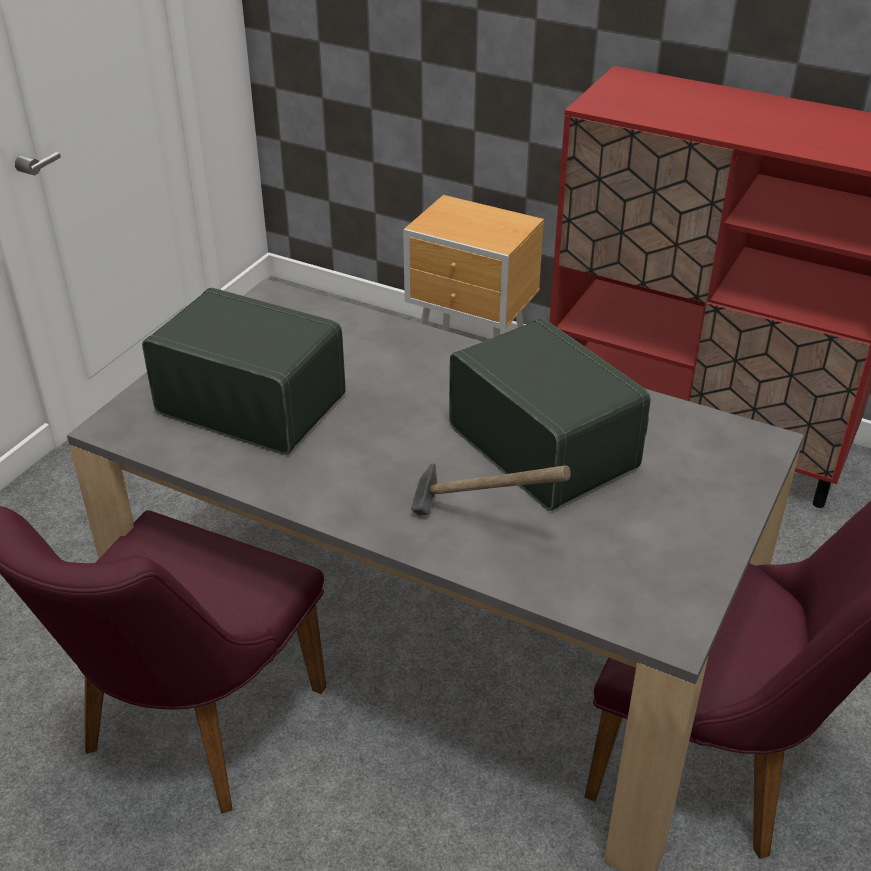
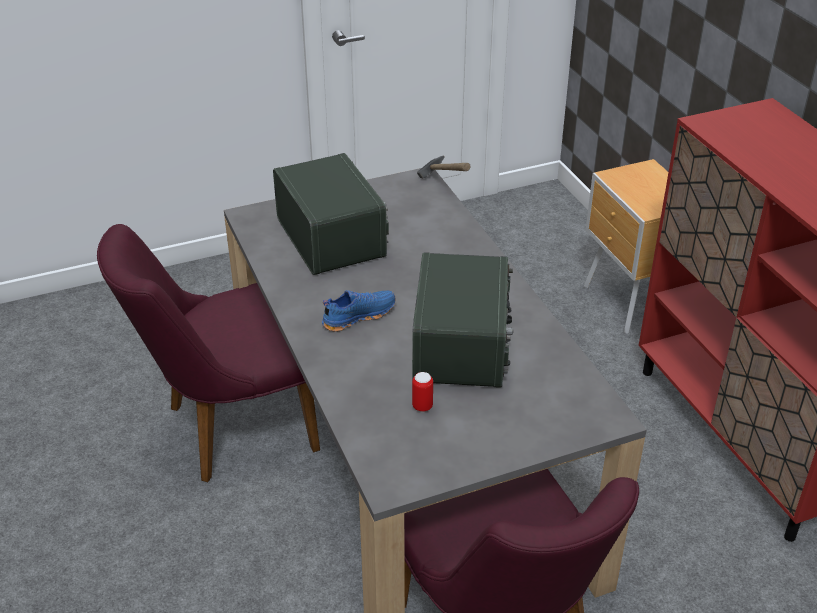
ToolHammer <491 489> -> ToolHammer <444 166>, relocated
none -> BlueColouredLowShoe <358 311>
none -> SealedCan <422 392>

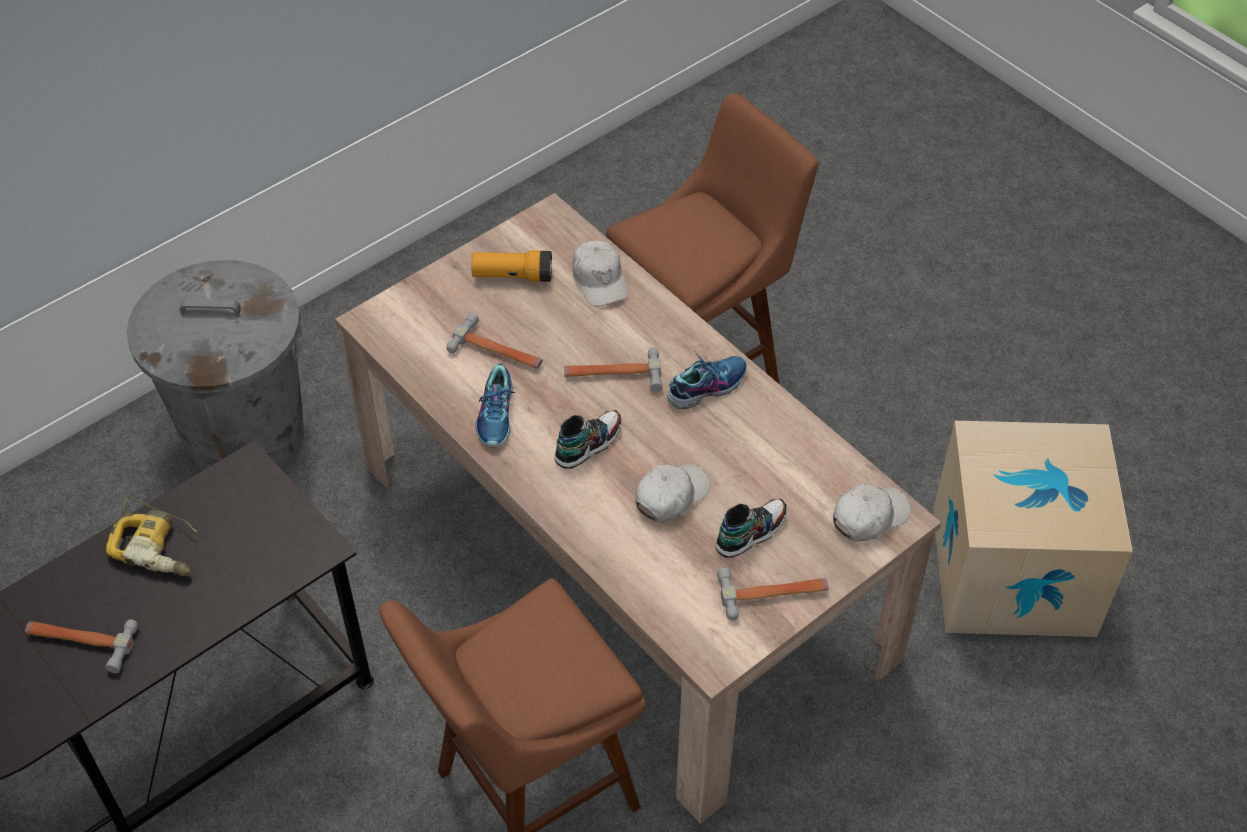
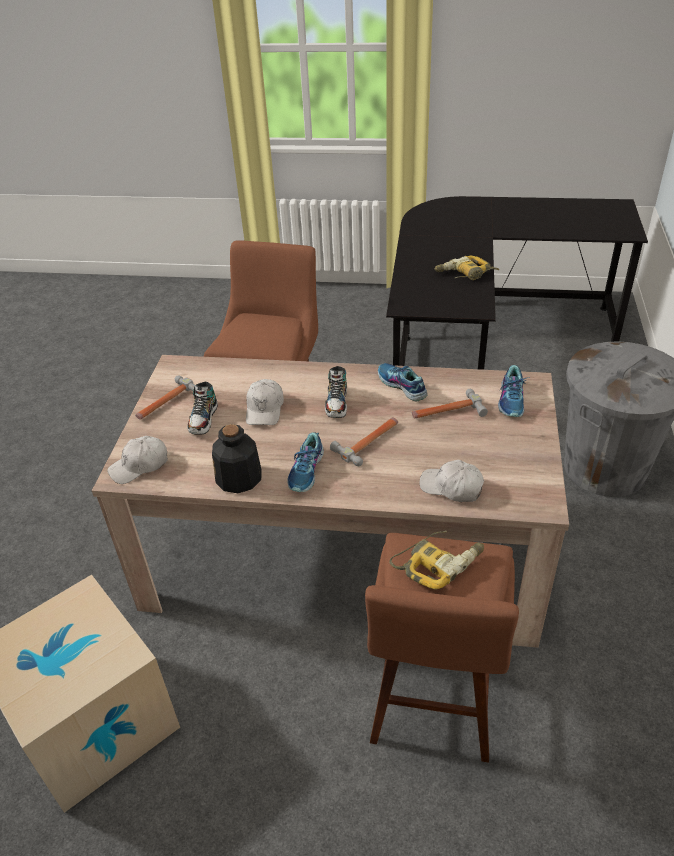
ToolHammer <81 646> -> none
Torch <511 266> -> none
WhiteColouredCap <872 513> -> WhiteColouredCap <137 460>, 45 degrees clockwise
none -> BeverageBottle <237 458>
none -> ElectricDrill <436 560>
none -> LowShoe <514 391>

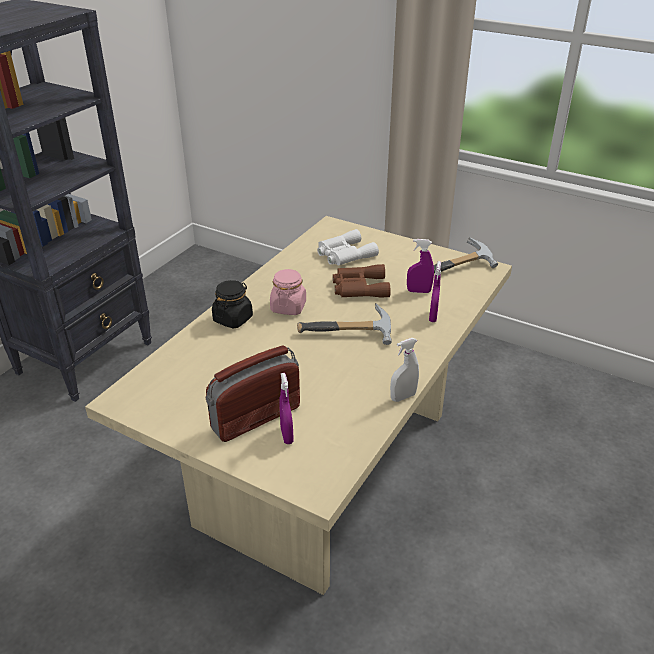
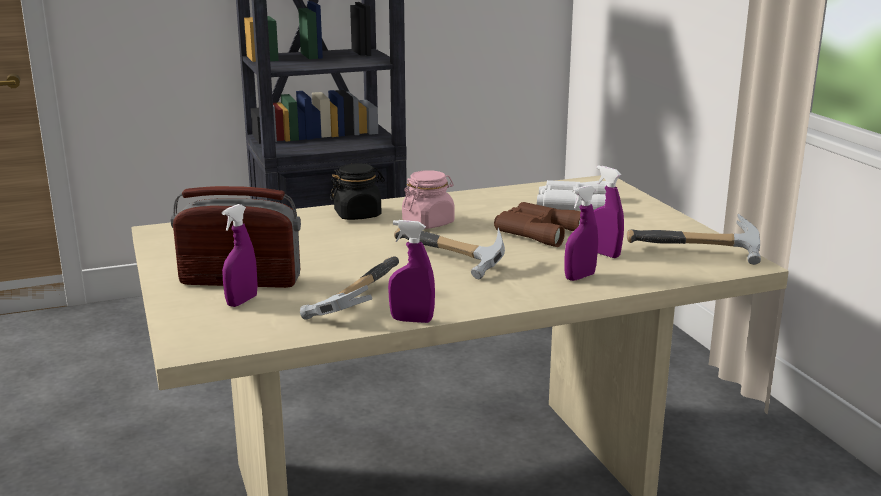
WhiteColouredSprayer <404 370> -> PurpleSprayer <411 271>
none -> ToolHammer <349 288>

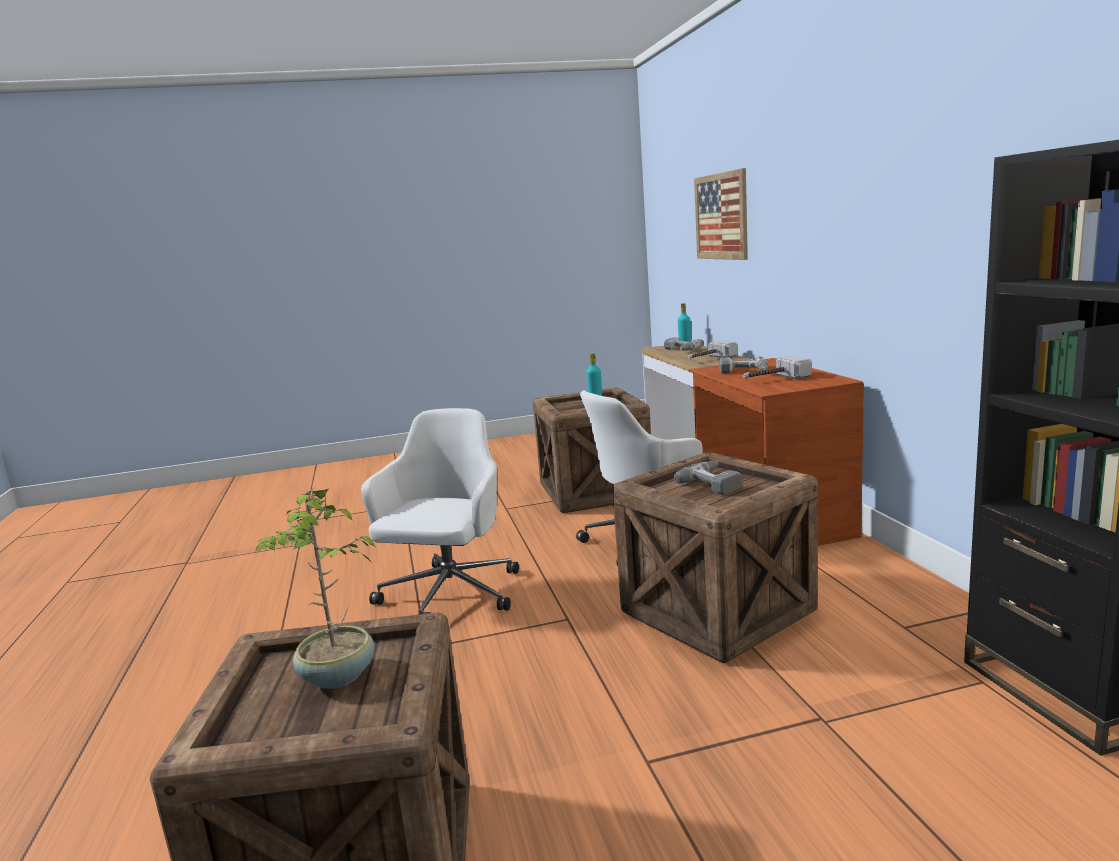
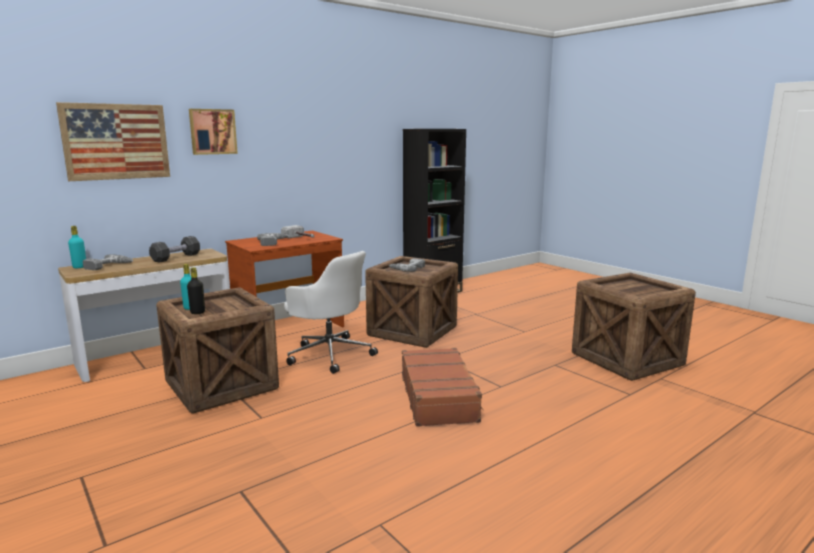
PottedPlant <315 588> -> none
WhiteColouredOfficeChair <440 511> -> BrownishPieceOfLuggage <442 387>
ToolHammer <713 349> -> BlackishFreeWeight <174 249>
none -> BlackishBeverageBottle <196 290>
none -> Picture <213 132>

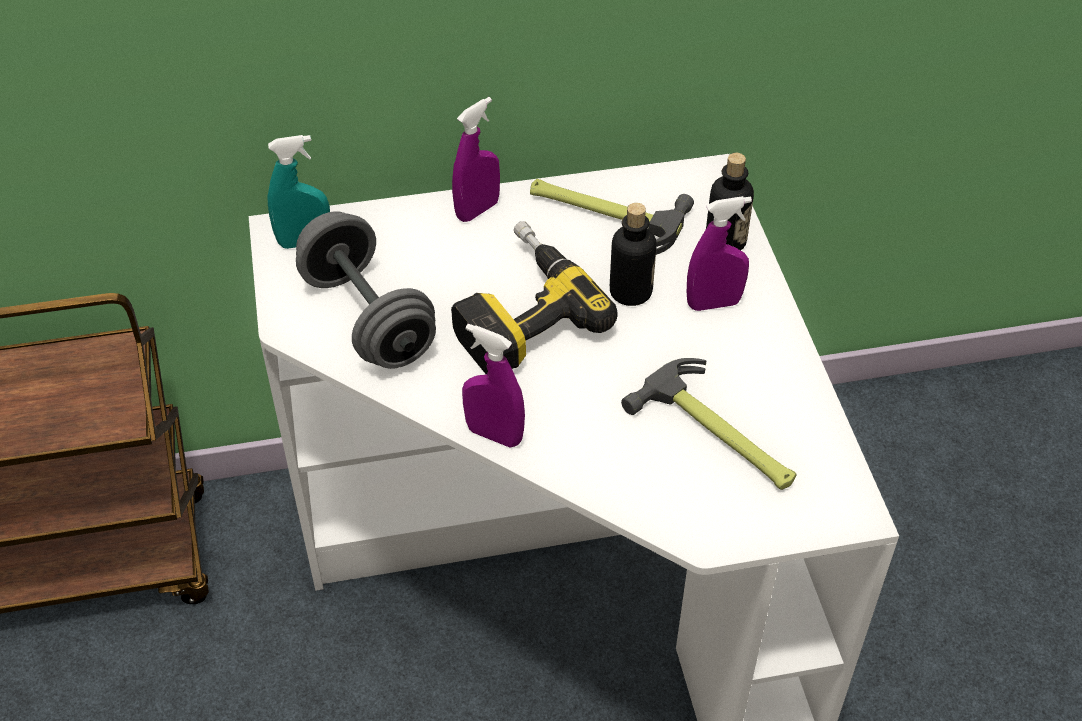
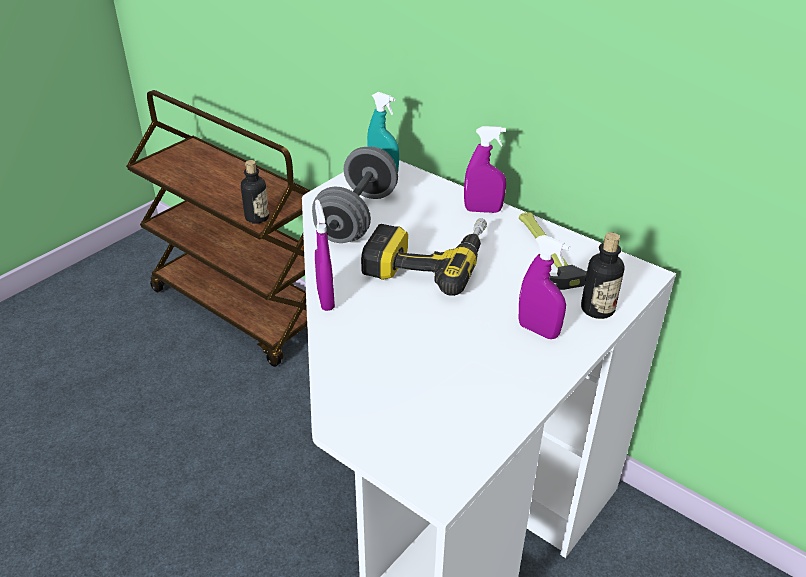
BeverageBottle <633 254> -> BeverageBottle <255 192>, relocated
ToolHammer <709 424> -> none

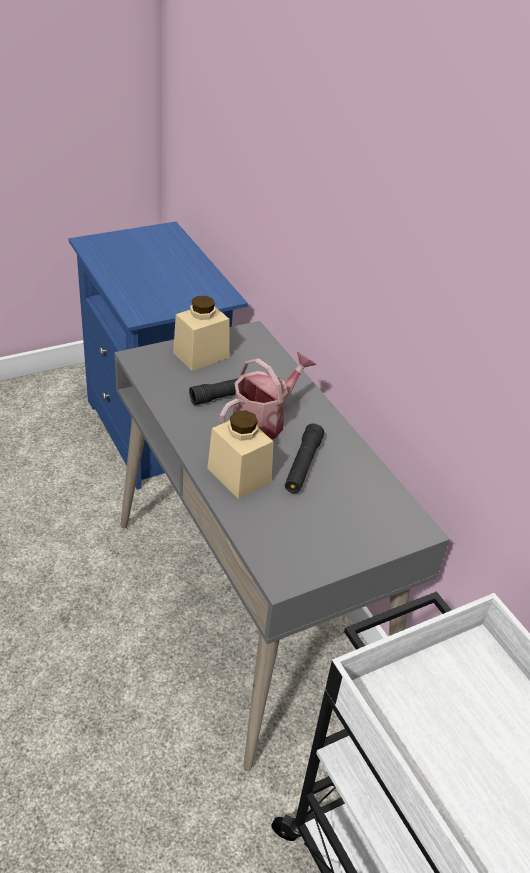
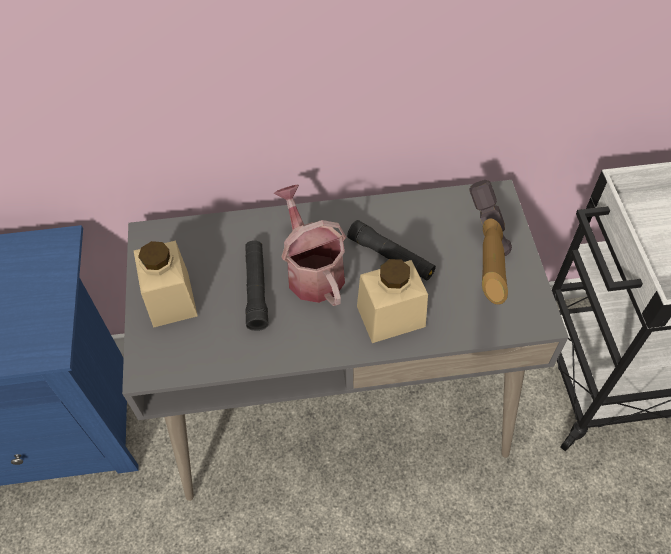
none -> ToolHammer <490 242>

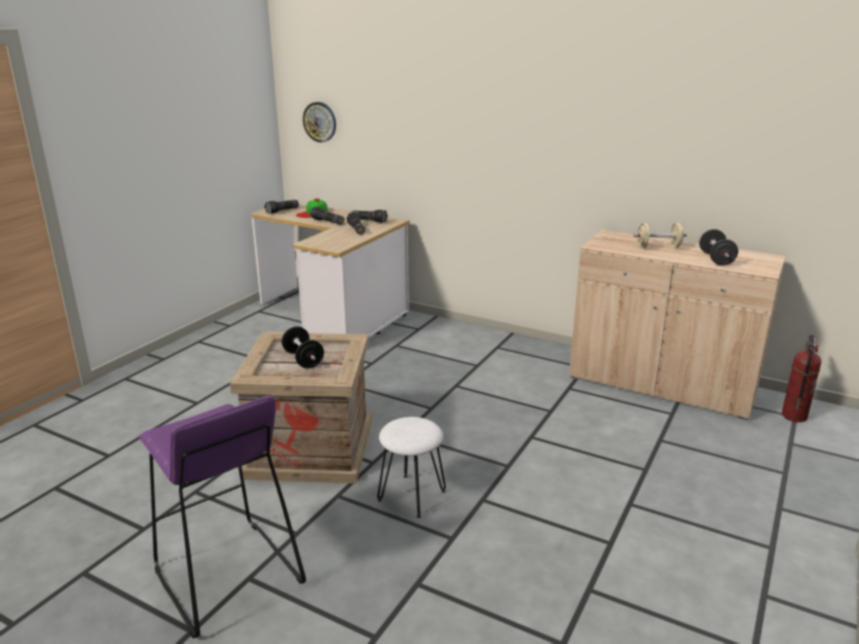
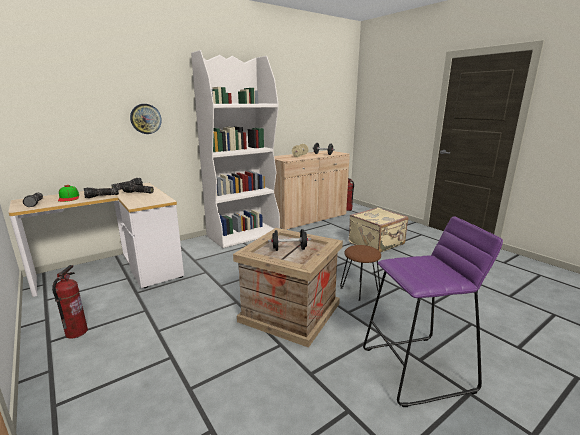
WallClock <319 122> -> WallClock <146 119>, relocated
WhiteColouredSittingStool <411 467> -> BrownishSittingStool <360 273>
none -> Extinguisher <70 302>
none -> WhiteColouredShelvingUnit <235 149>
none -> BeigePieceOfLuggage <378 230>

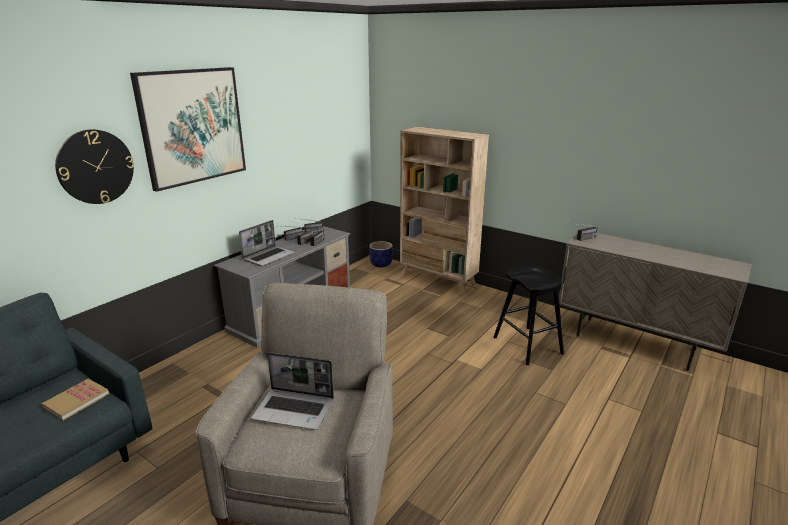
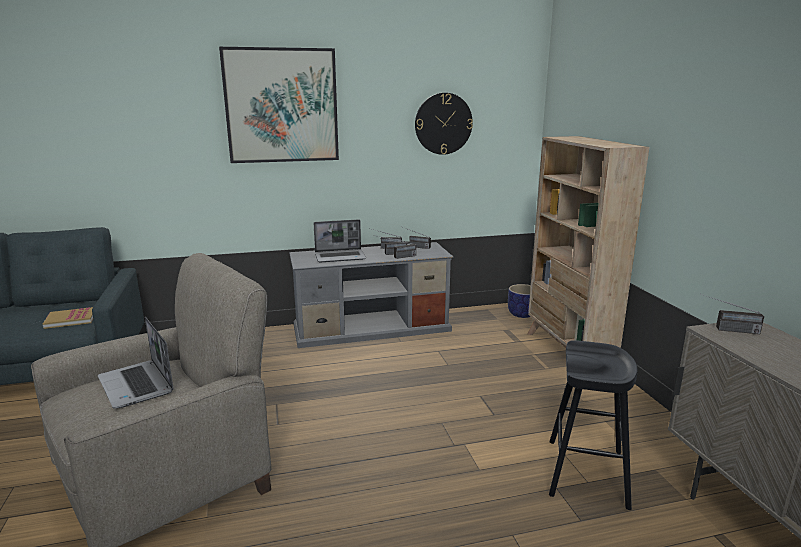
WallClock <94 166> -> WallClock <444 124>, relocated

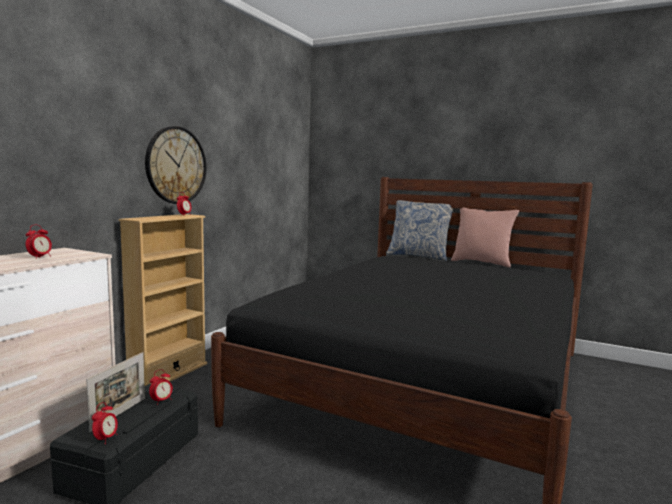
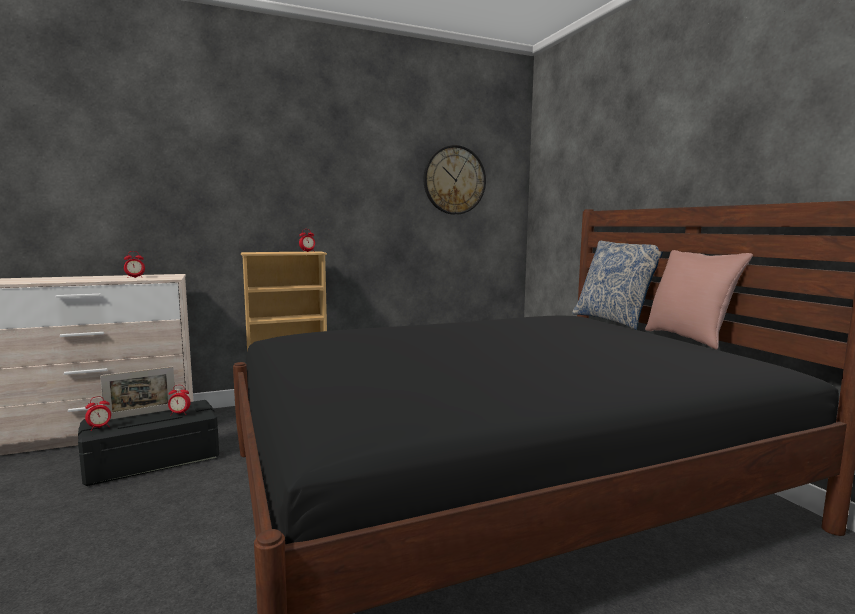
WallClock <175 165> -> WallClock <455 180>, relocated

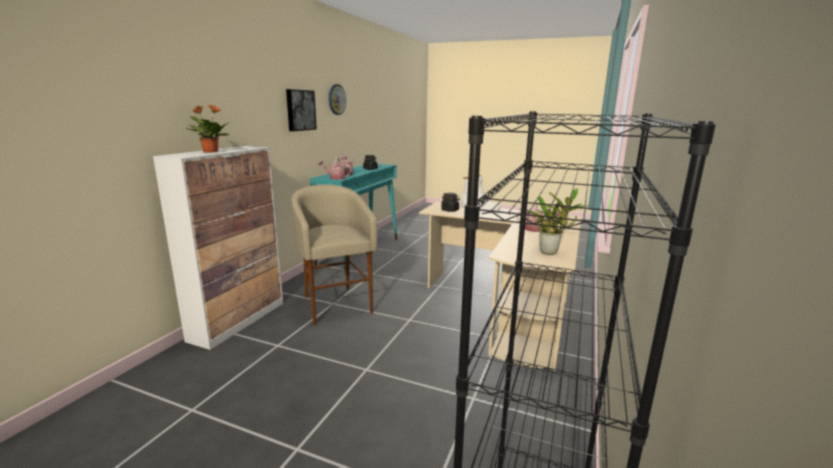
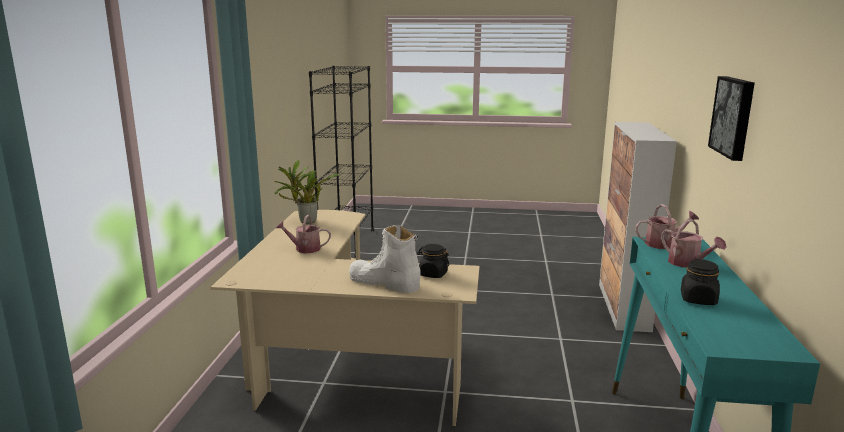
PottedPlant <207 128> -> none
BeigeSittingStool <334 255> -> none
WallClock <337 99> -> none

